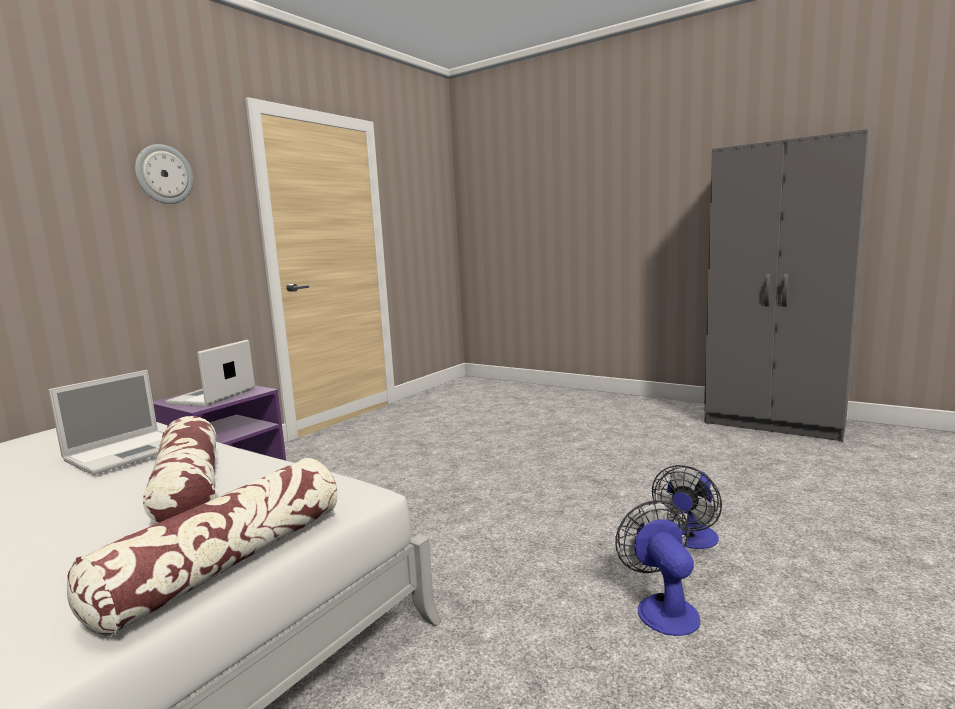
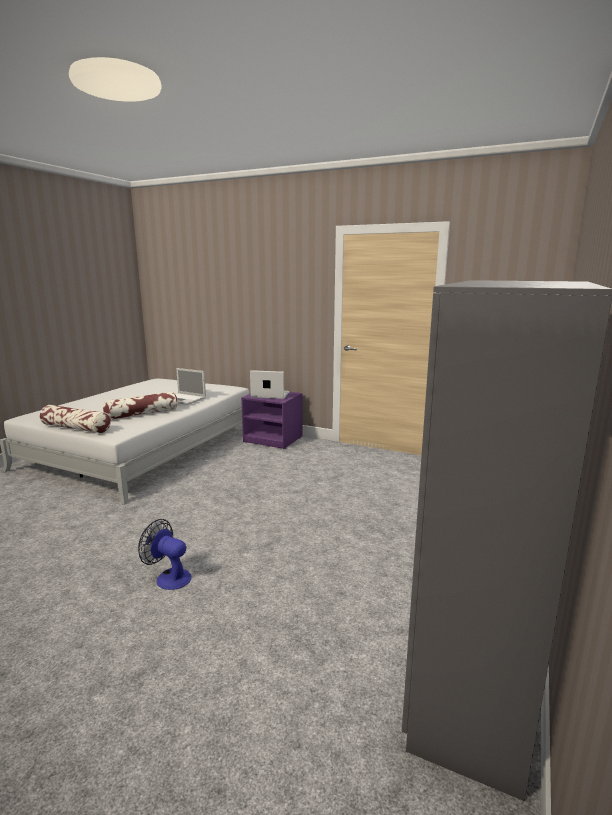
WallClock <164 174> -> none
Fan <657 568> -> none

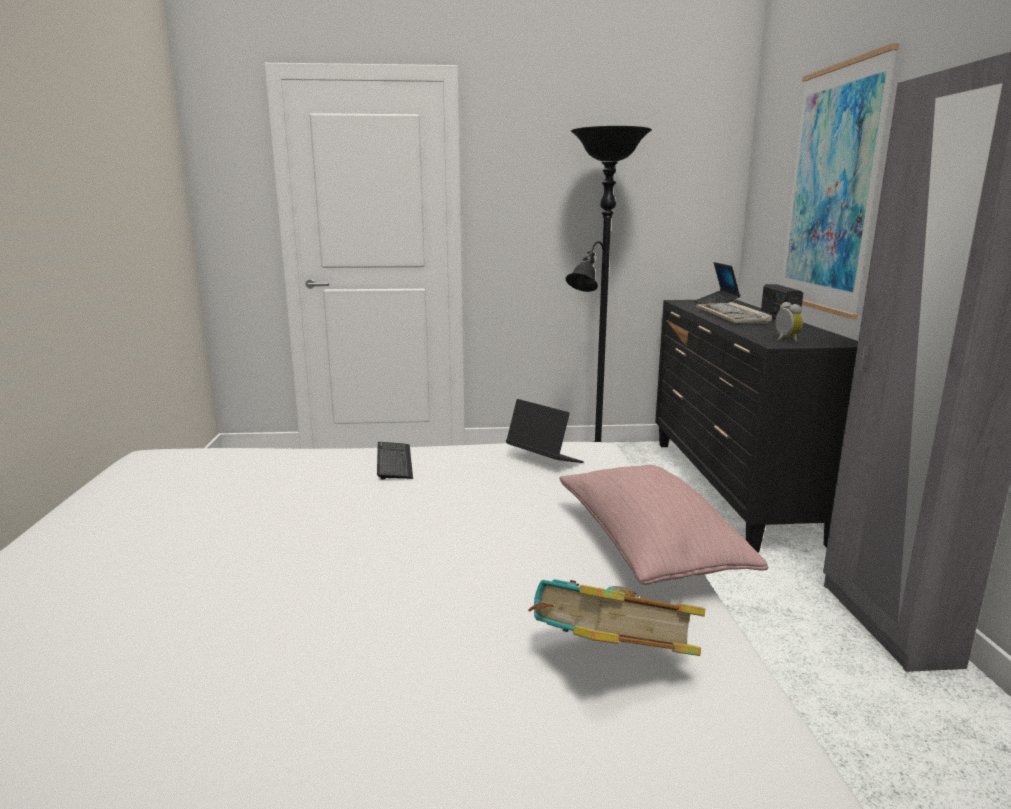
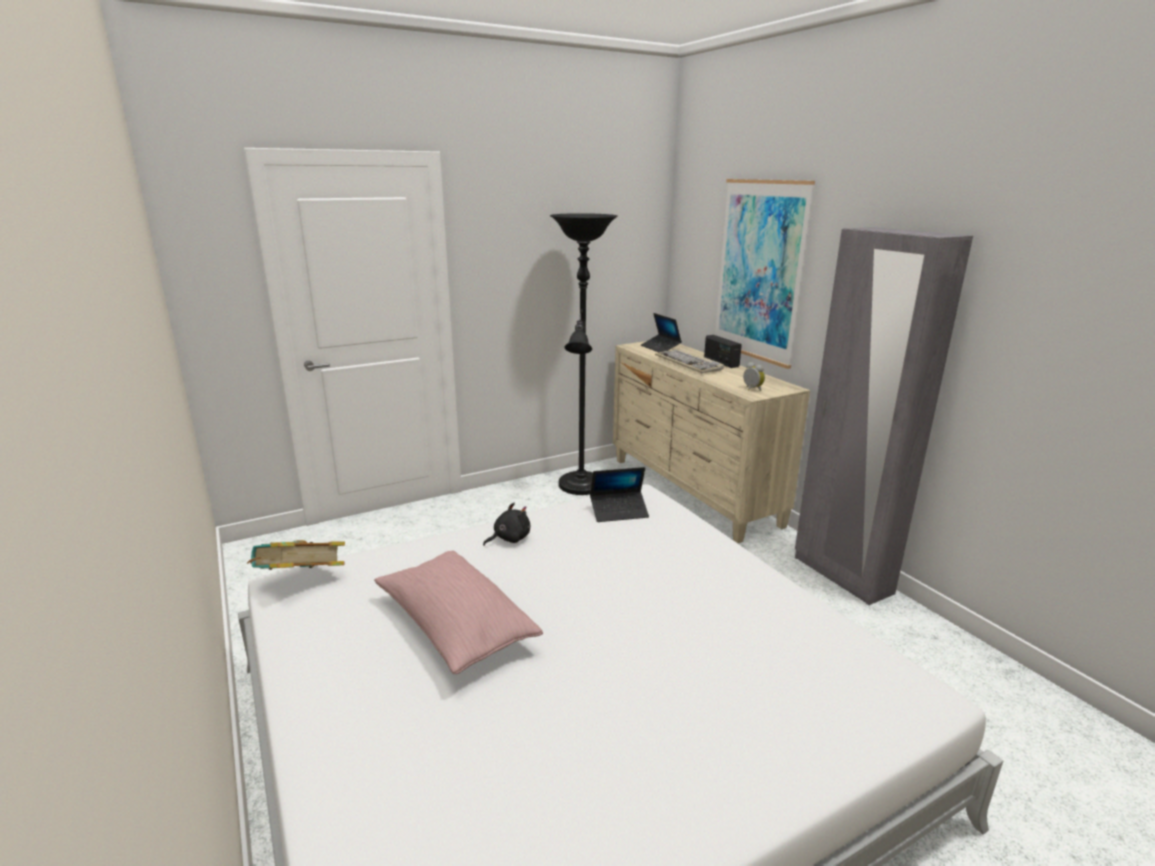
PcKeyboard <395 461> -> BlackishPlushToy <506 524>
PortableComputer <545 431> -> PortableComputer <619 494>, 150 degrees clockwise
BoundBook <616 617> -> BoundBook <296 555>, relocated
PinkThrowPillow <663 525> -> PinkThrowPillow <458 612>, relocated
BlackishDresser <756 425> -> BeigeDresser <711 442>

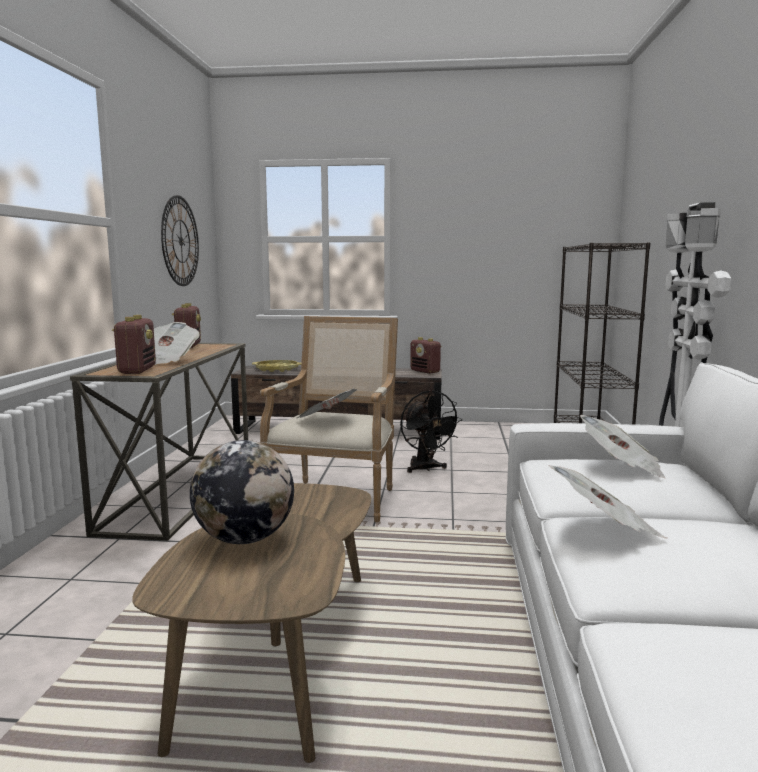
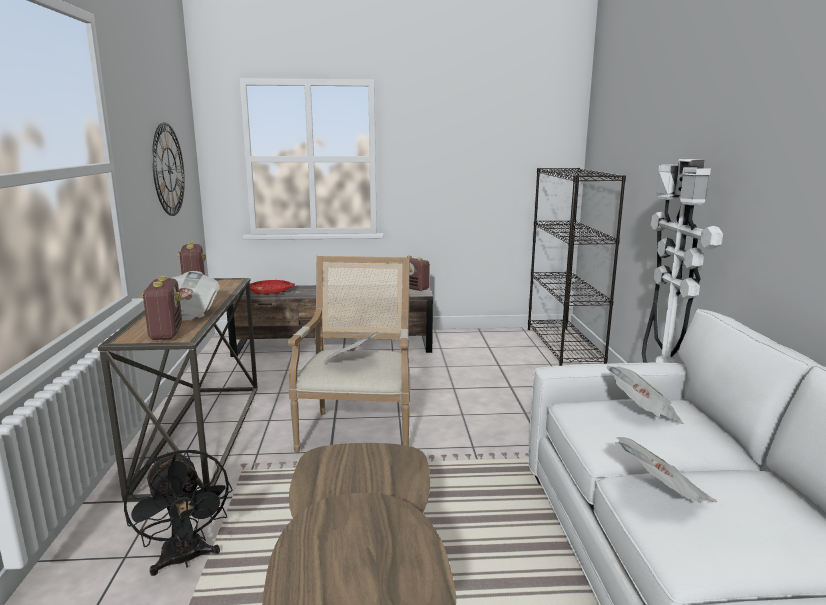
DeskGlobe <242 492> -> none
YellowCarryingTray <276 366> -> RedCarryingTray <272 287>
BlackishFan <431 431> -> BlackishFan <178 513>, relocated

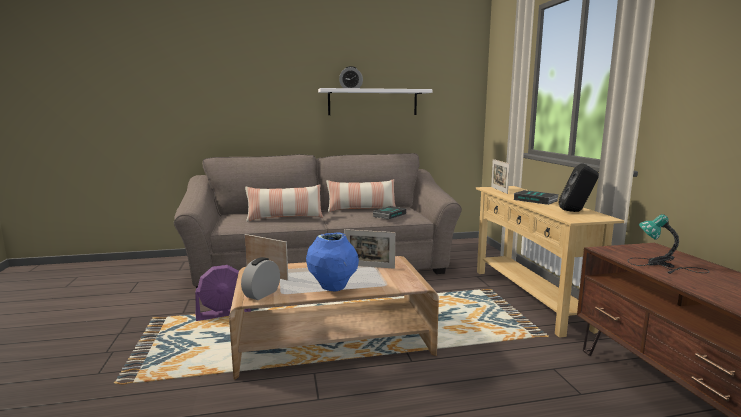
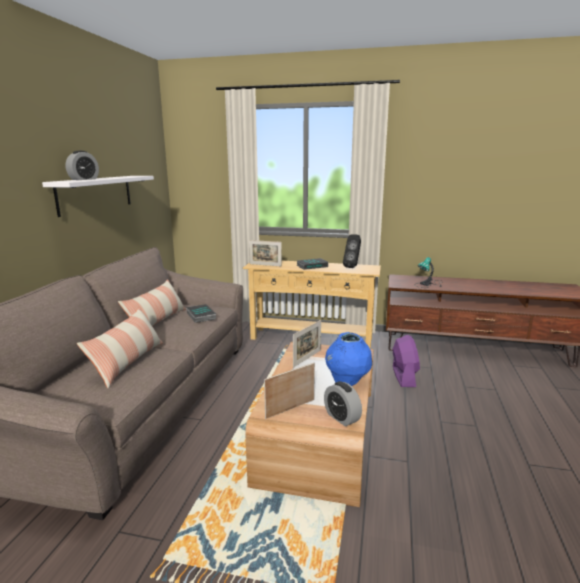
PurpleFan <223 293> -> PurpleFan <406 361>, relocated

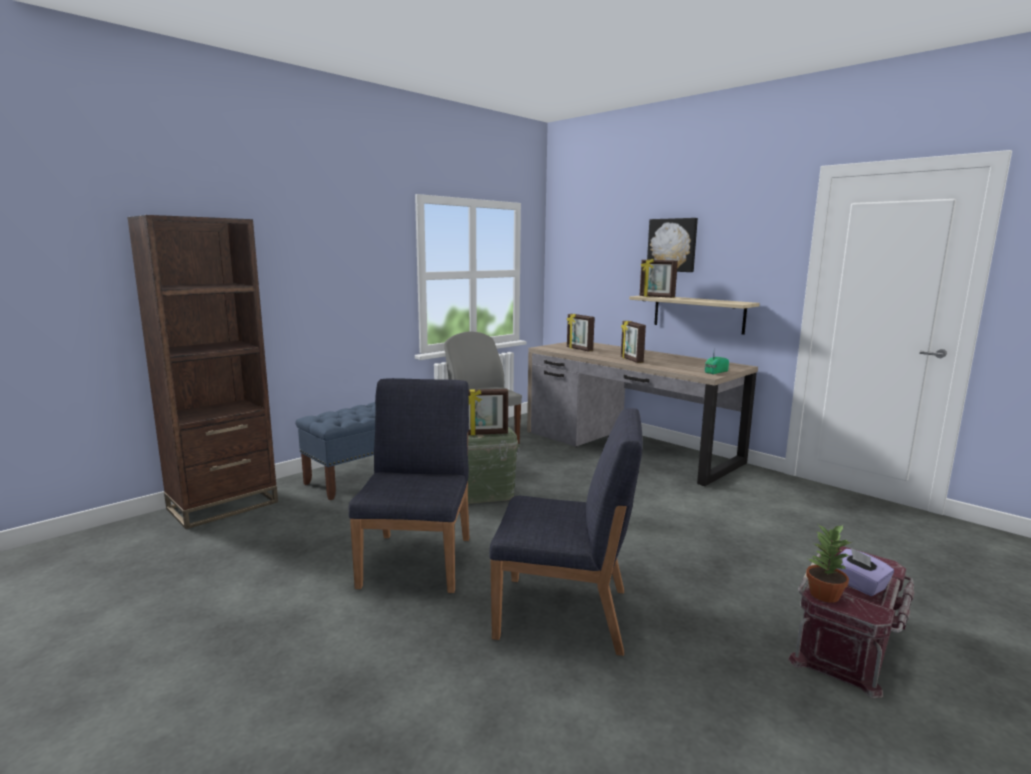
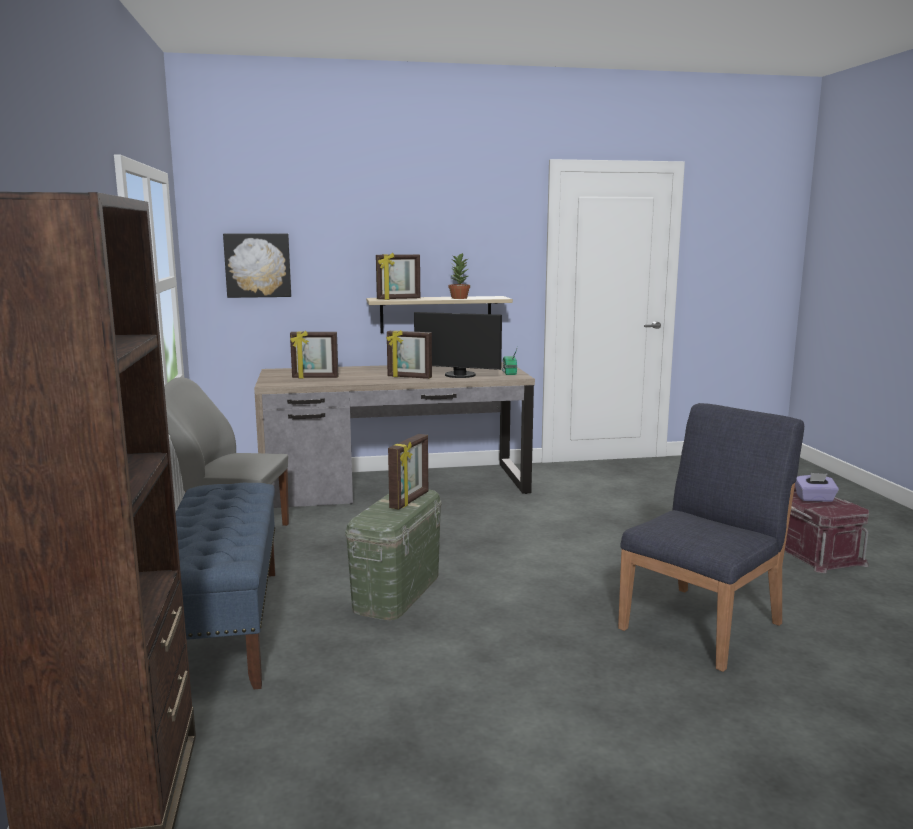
BlueColouredPlainChair <409 485> -> none
Picture <672 245> -> Picture <257 265>, relocated
PottedPlant <828 563> -> PottedPlant <459 276>, relocated
none -> Monitor <458 345>

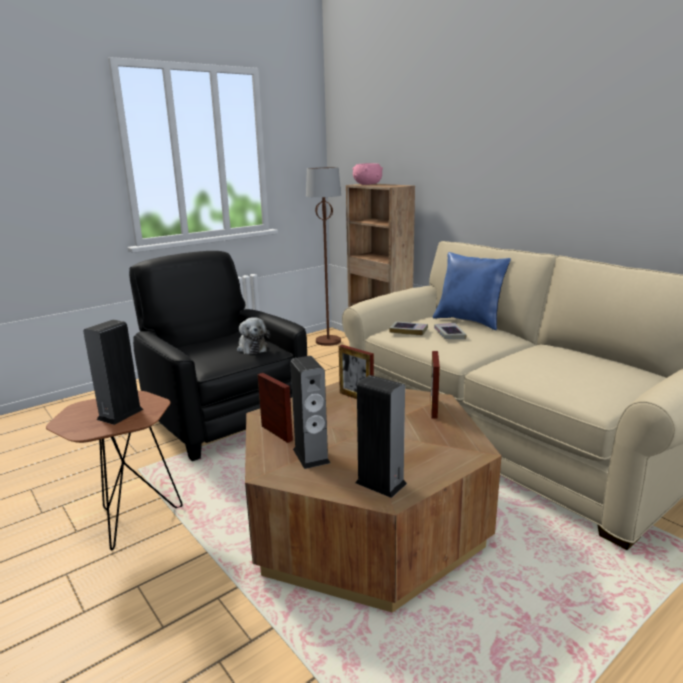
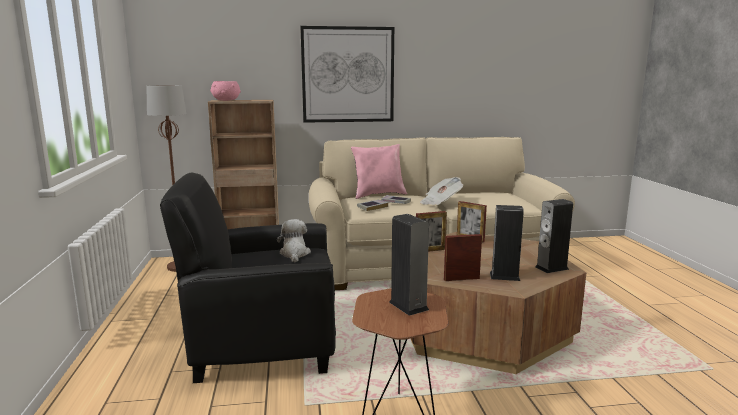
PlushToy <253 336> -> PlushToy <294 240>, 105 degrees counterclockwise
BlueColouredThrowPillow <472 291> -> PinkThrowPillow <379 171>
none -> Picture <347 74>
none -> DailyPaper <441 191>

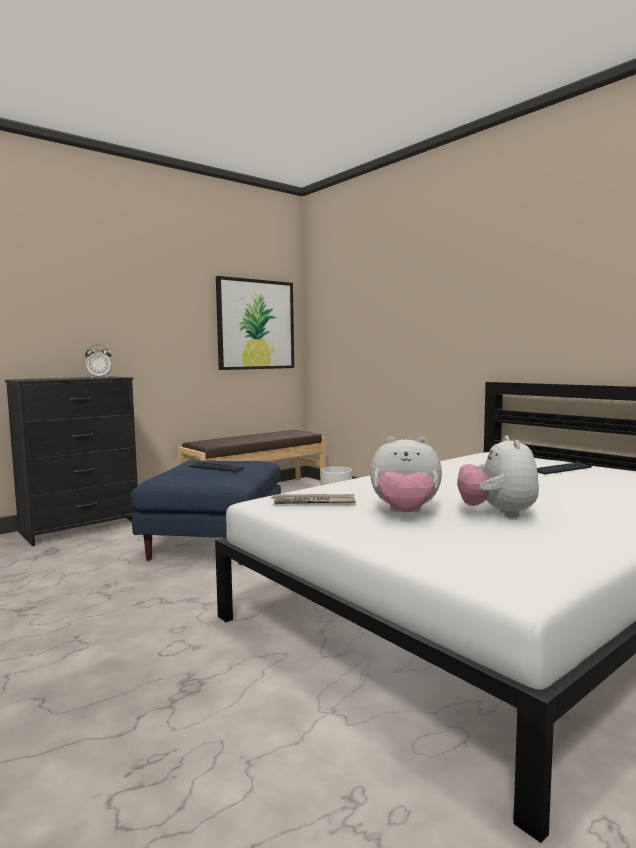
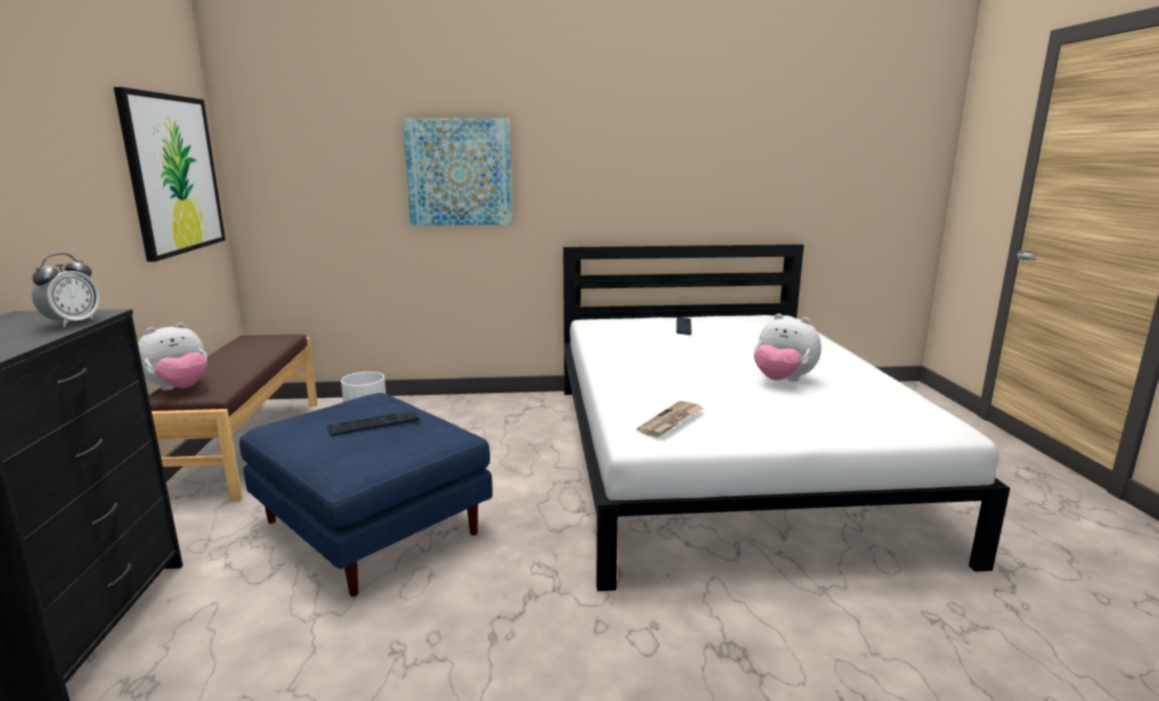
PlushToy <406 474> -> PlushToy <172 356>, relocated
none -> Picture <457 171>

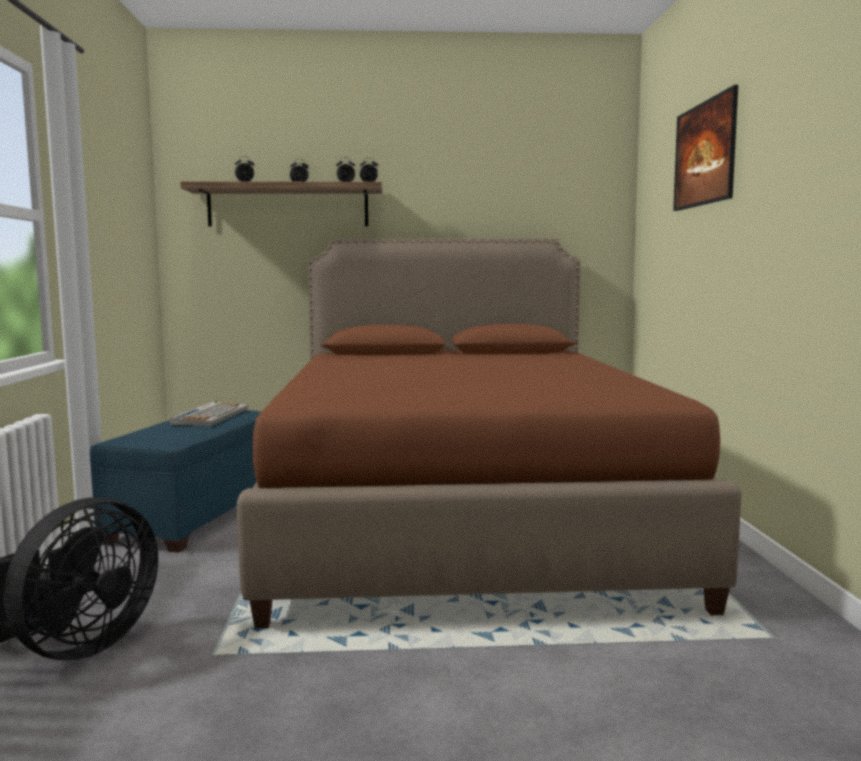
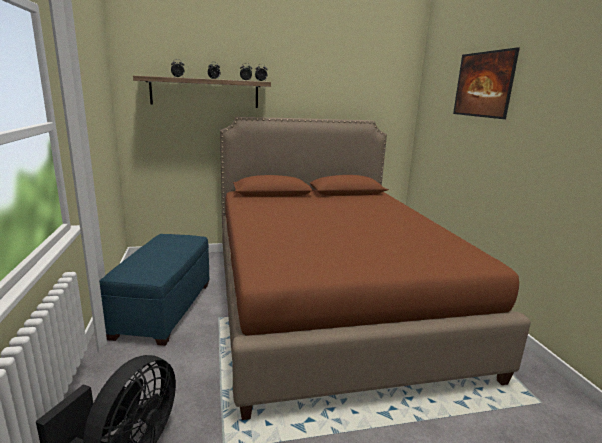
PcKeyboard <209 413> -> none

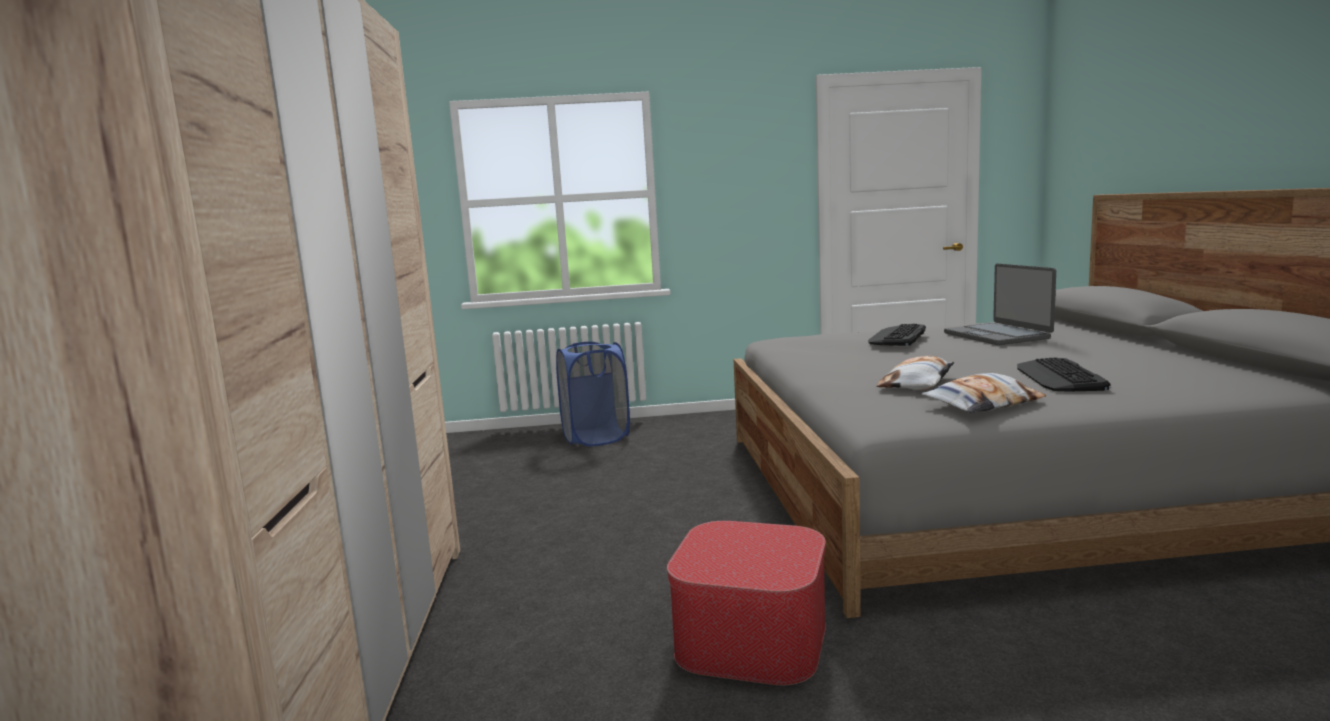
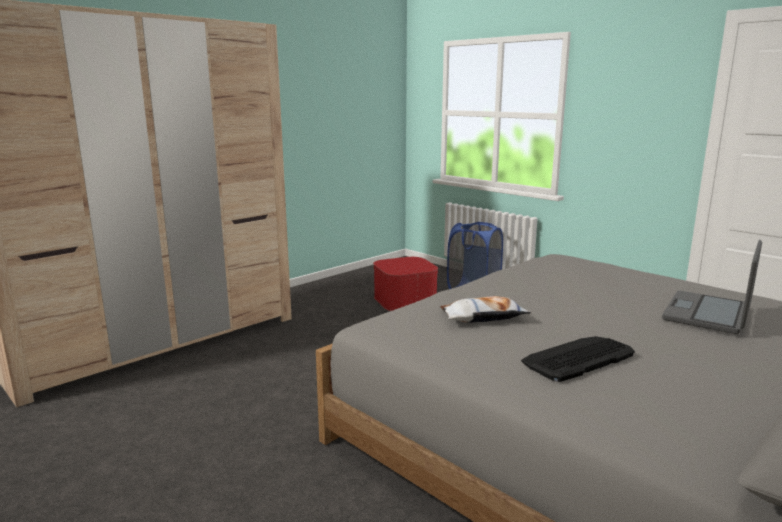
Footrest <746 603> -> Footrest <405 284>, relocated
PcKeyboard <897 335> -> none
ThrowPillow <983 393> -> none

